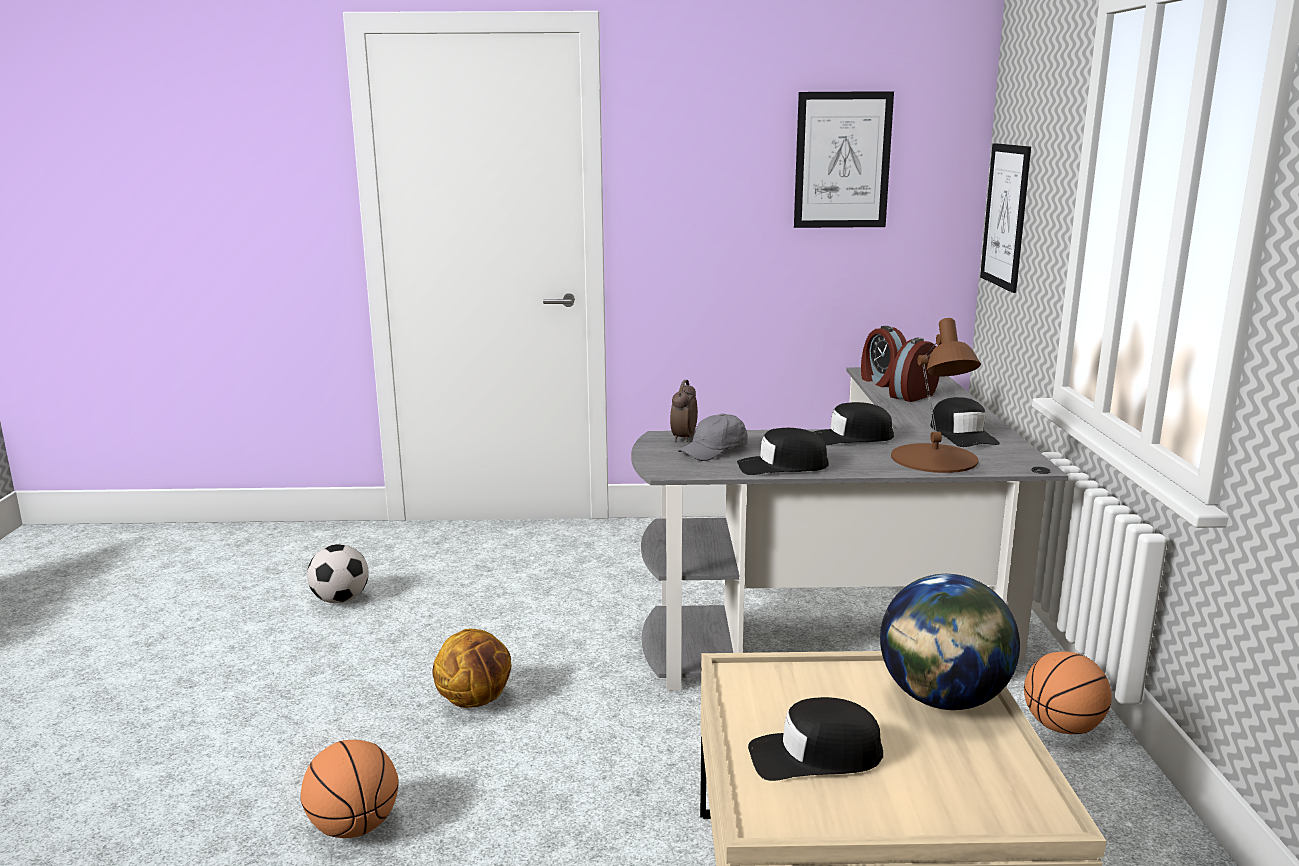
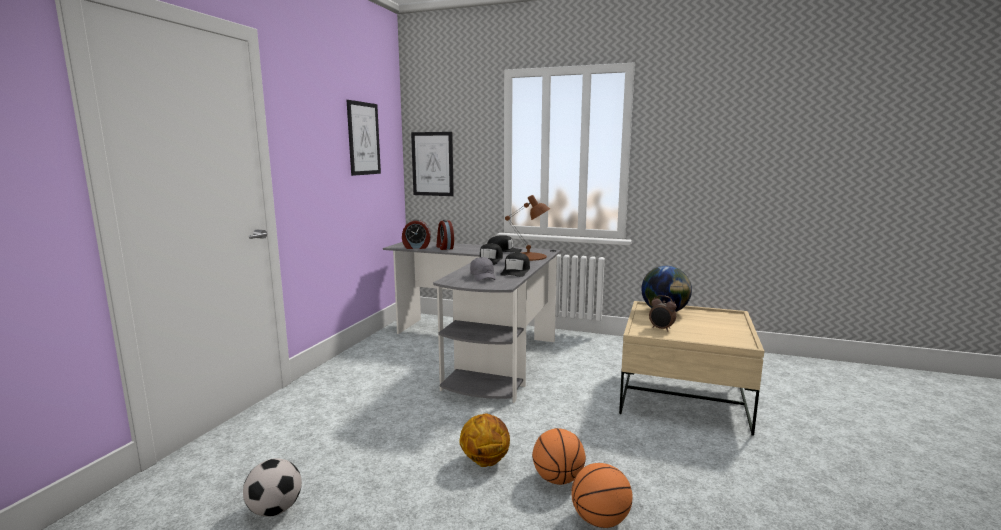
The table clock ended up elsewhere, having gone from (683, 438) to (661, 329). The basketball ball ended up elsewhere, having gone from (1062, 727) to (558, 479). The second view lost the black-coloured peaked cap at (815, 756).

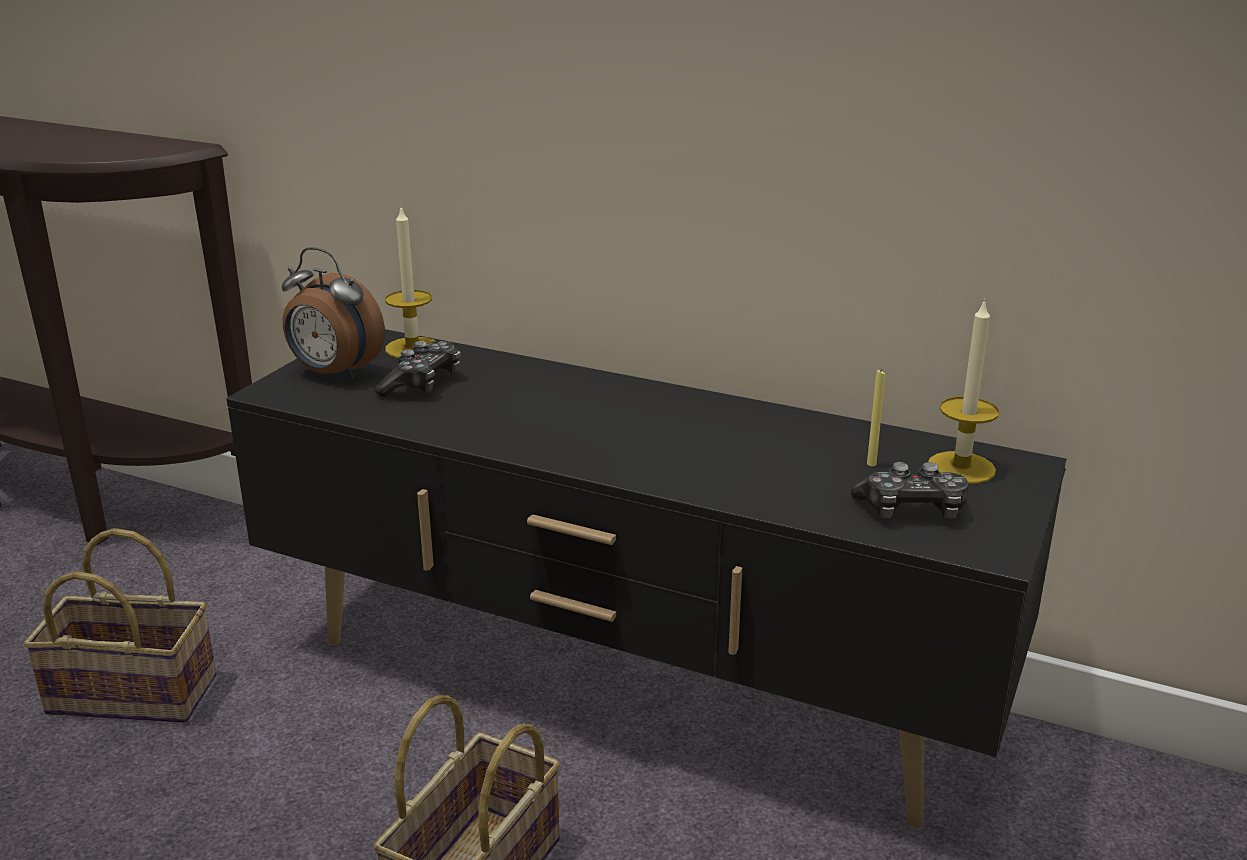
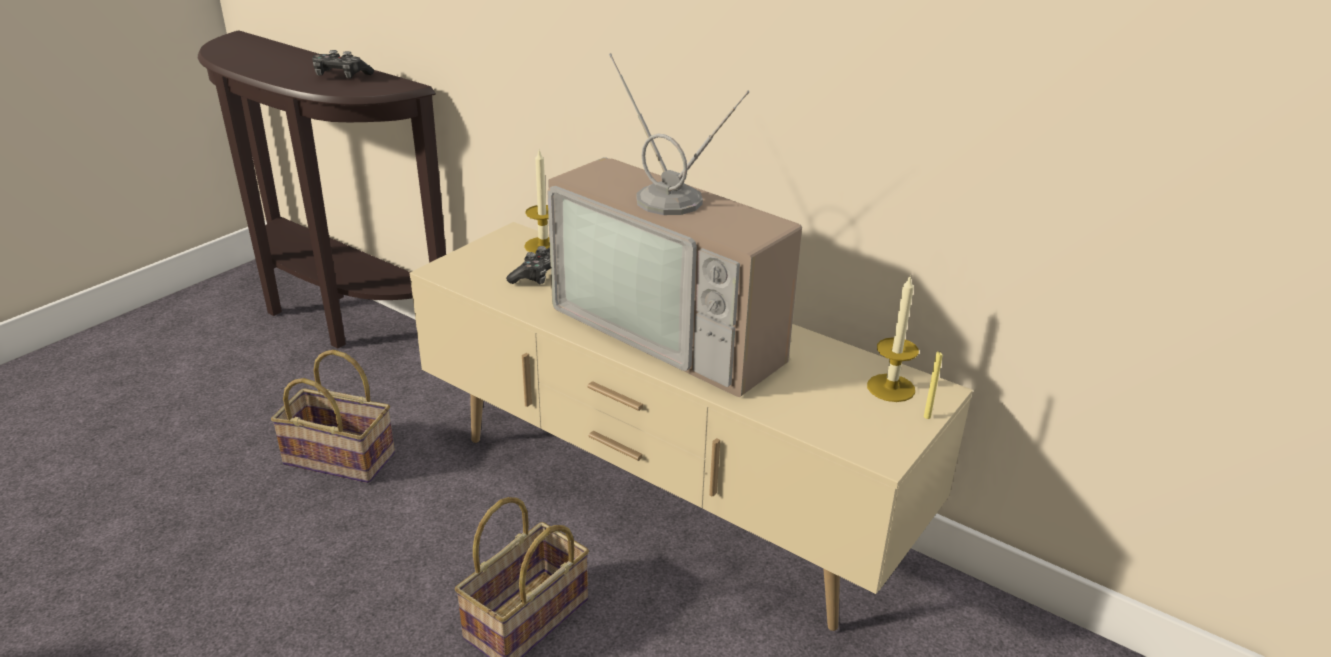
The second view lost the table clock at (334, 373). What was the black-coloured tv stand at (626, 688) turned into the beige-coloured tv stand at (663, 500). The yellowish candle ended up elsewhere, having gone from (871, 464) to (927, 417). The gamepad ended up elsewhere, having gone from (912, 510) to (341, 76). The second view gained the television at (679, 329).

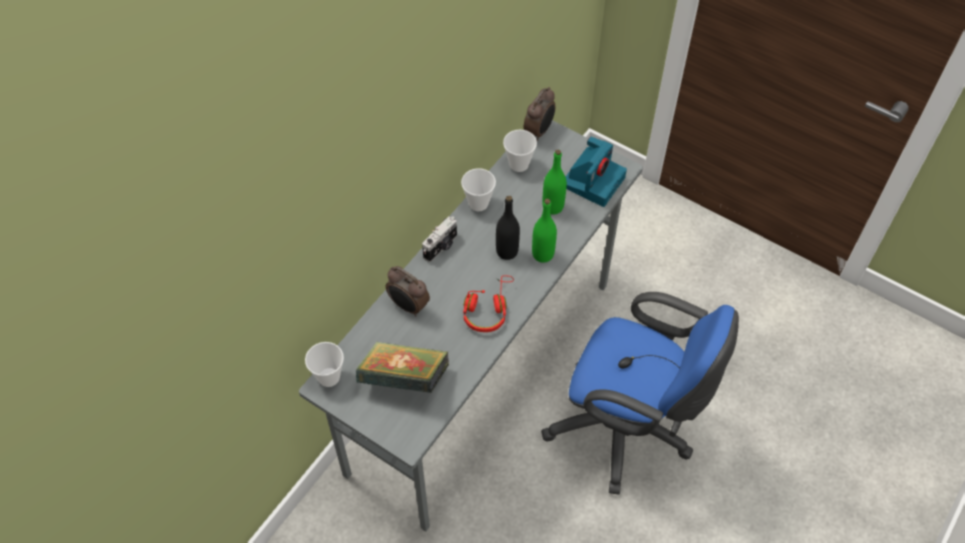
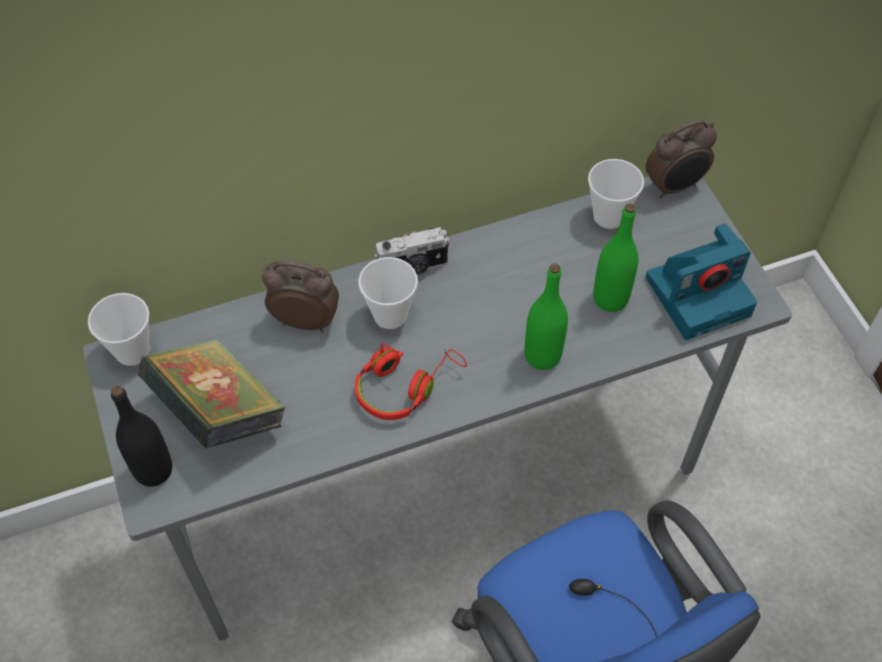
The drinking cup ended up elsewhere, having gone from (478, 203) to (390, 315). The black-coloured beverage bottle ended up elsewhere, having gone from (507, 251) to (153, 470). The table clock at (408, 306) ended up facing another way, 120 degrees clockwise from before.

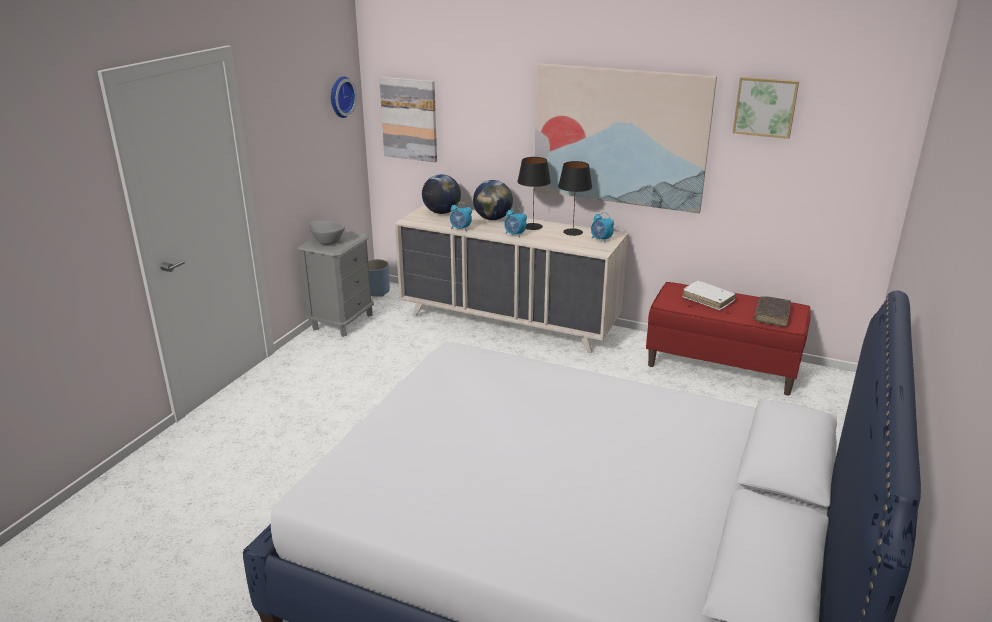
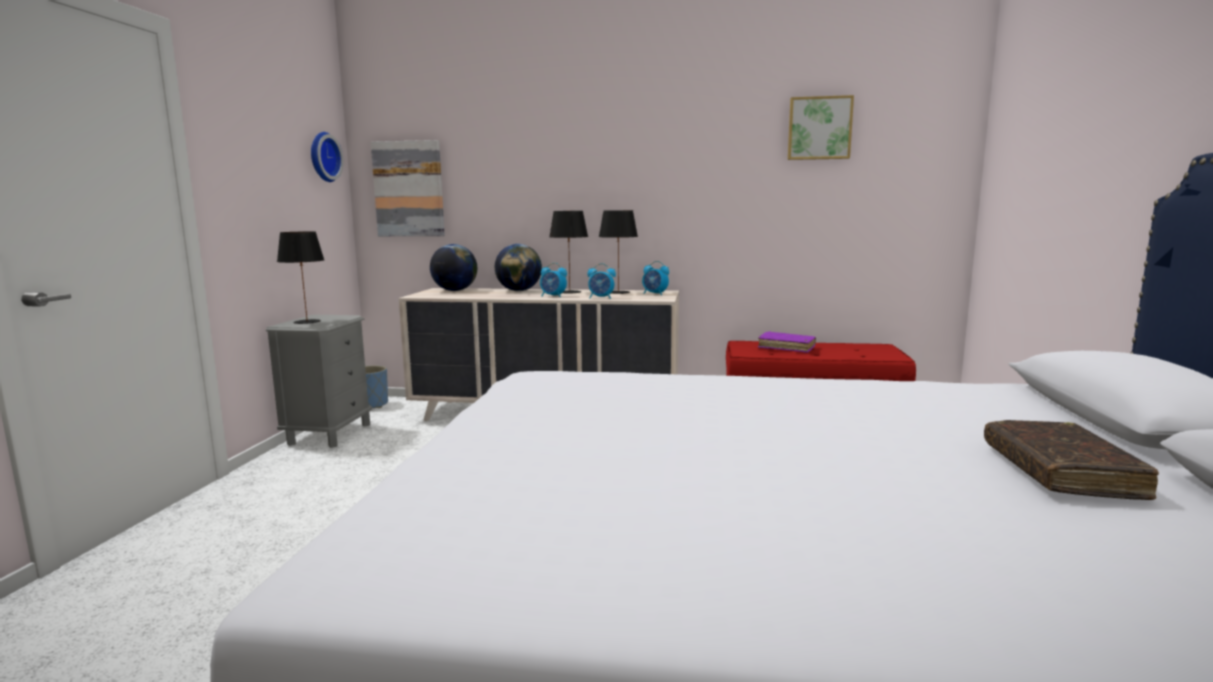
The second view lost the picture at (619, 137). The table clock ended up elsewhere, having gone from (460, 229) to (601, 298). Where the grey bowl stood at (326, 241), the black-coloured table lamp came to stand at (307, 321). What was the whitish bound book at (708, 300) turned into the purple-coloured bound book at (786, 348). The brownish bound book ended up elsewhere, having gone from (771, 316) to (1060, 472).

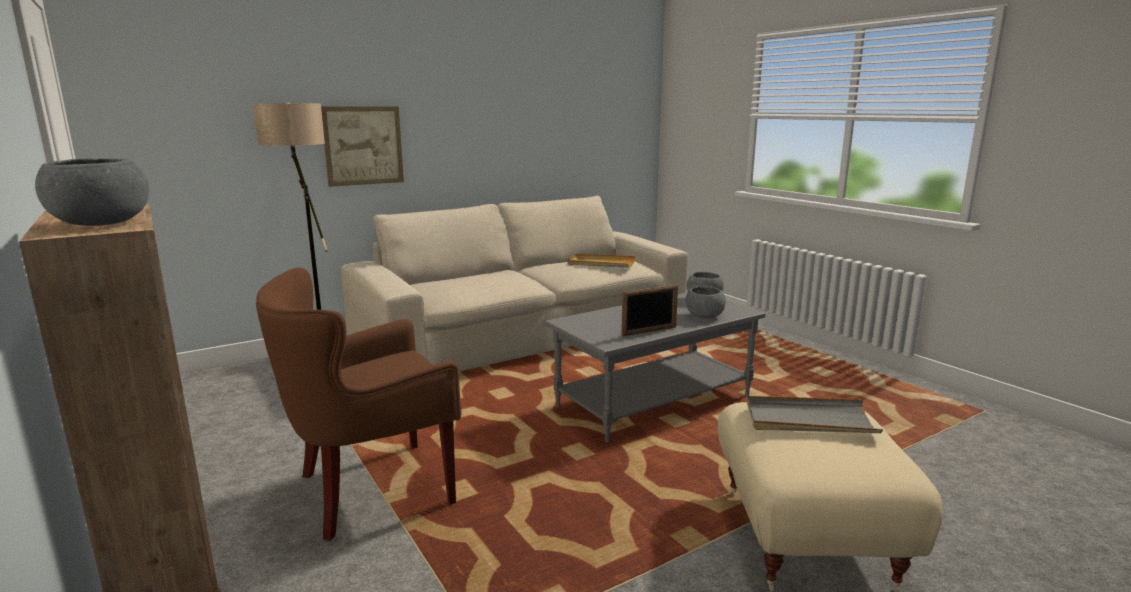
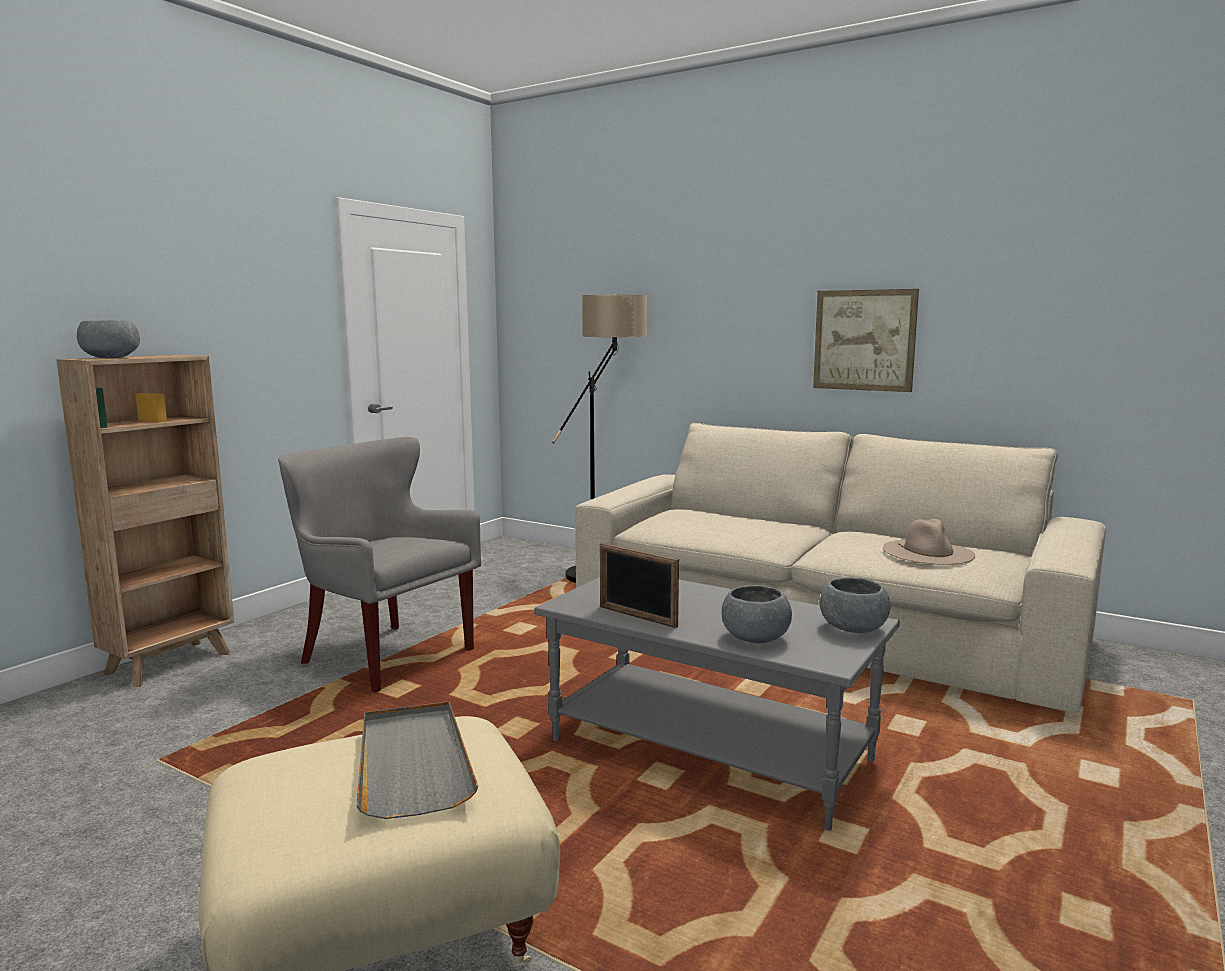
The picture ended up elsewhere, having gone from (363, 145) to (864, 340). Where the beige-coloured carrying tray stood at (601, 263), the beige-coloured hat came to stand at (928, 552). What was the brownish armchair at (371, 489) turned into the grey armchair at (385, 655).

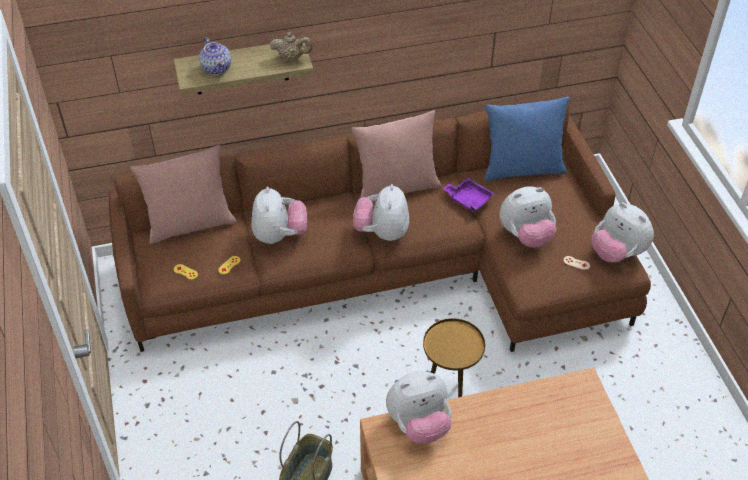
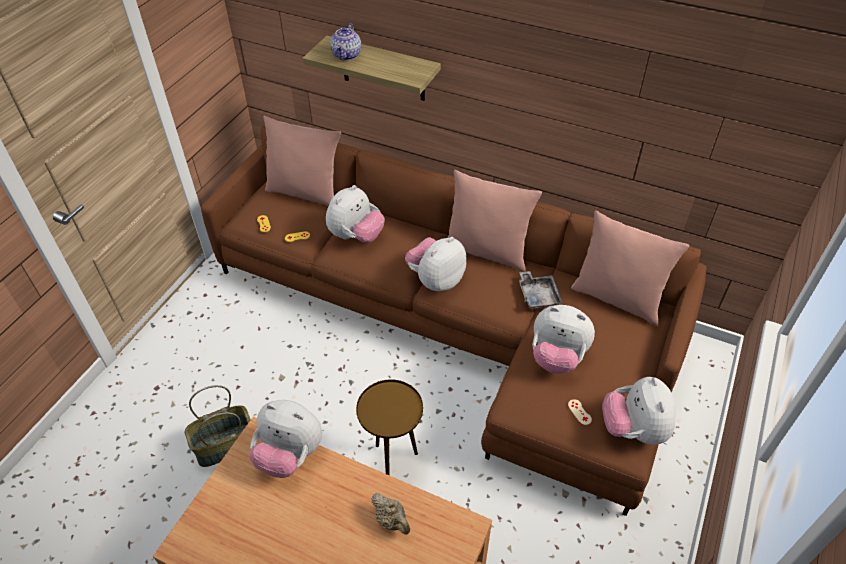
The beige-coloured pot for tea ended up elsewhere, having gone from (292, 57) to (392, 521). What was the bluish pillow at (522, 169) turned into the pink pillow at (617, 298). What was the purple-coloured carrying tray at (468, 199) turned into the grey carrying tray at (538, 295).

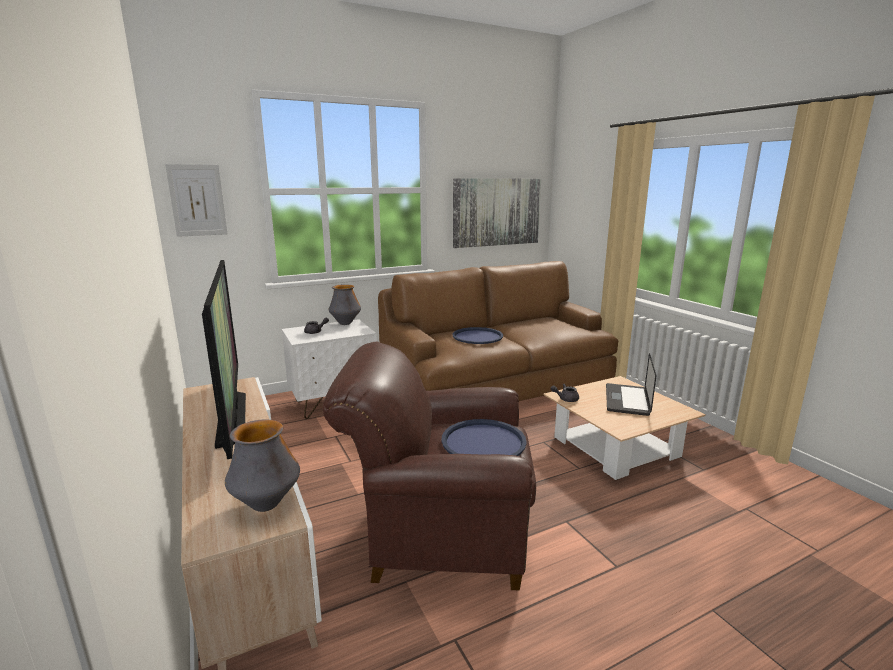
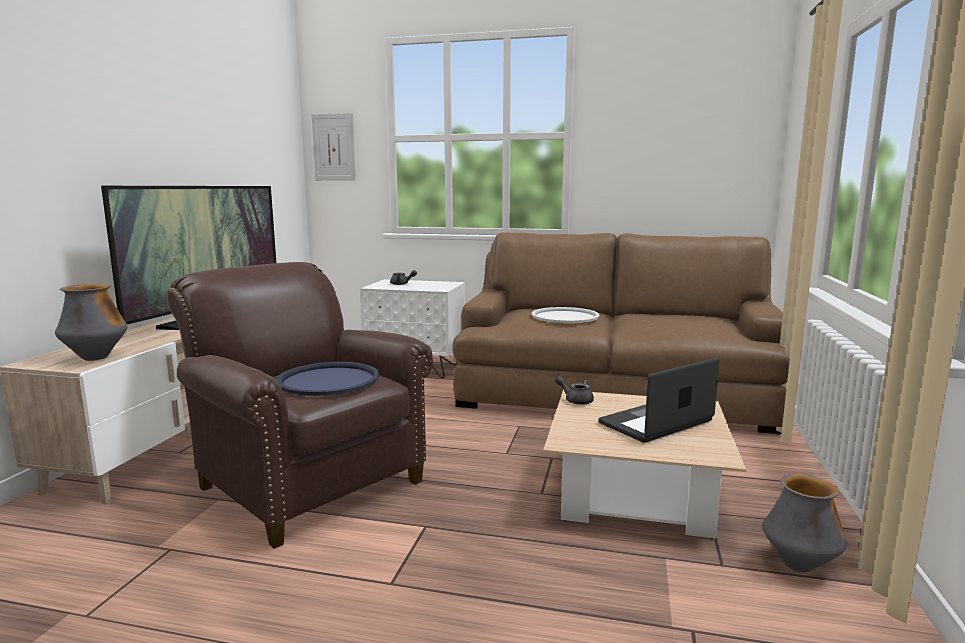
The second view lost the picture at (497, 212). The vase ended up elsewhere, having gone from (345, 323) to (799, 565). What was the bluish carrying tray at (477, 336) turned into the whitish carrying tray at (565, 316).

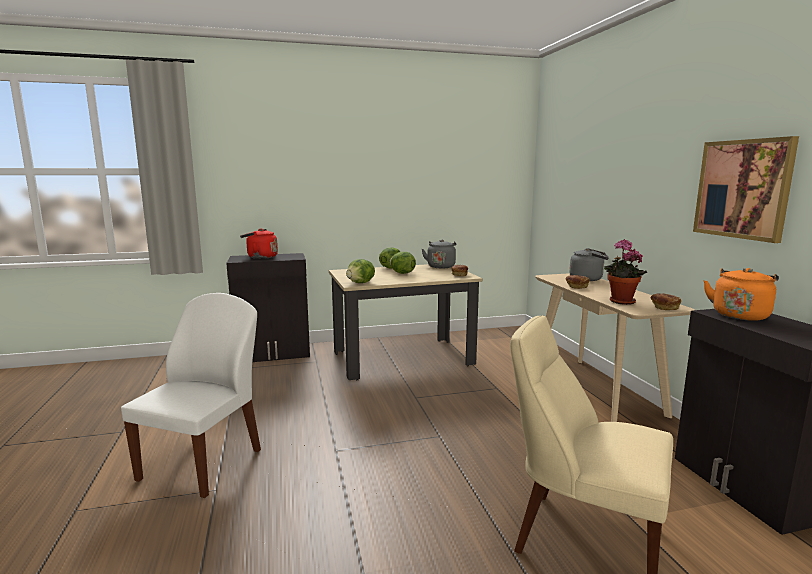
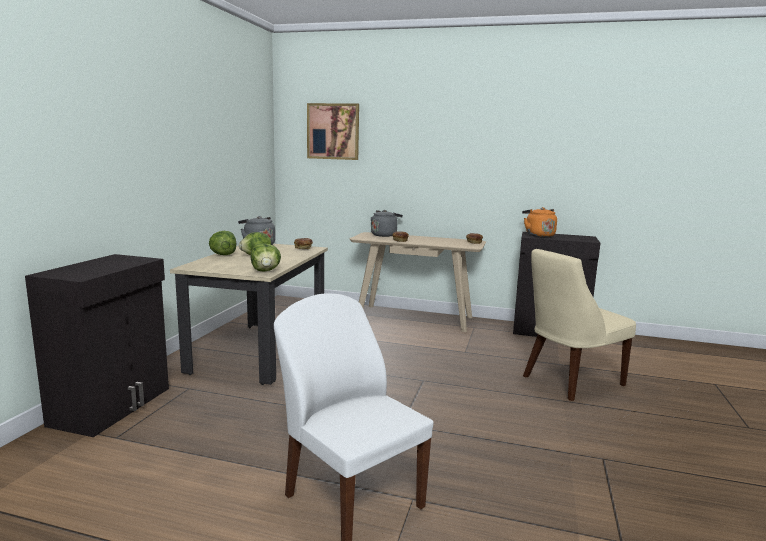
The picture ended up elsewhere, having gone from (743, 189) to (333, 131). The second view lost the red-coloured kettle at (260, 257). The second view lost the houseplant at (620, 302).

